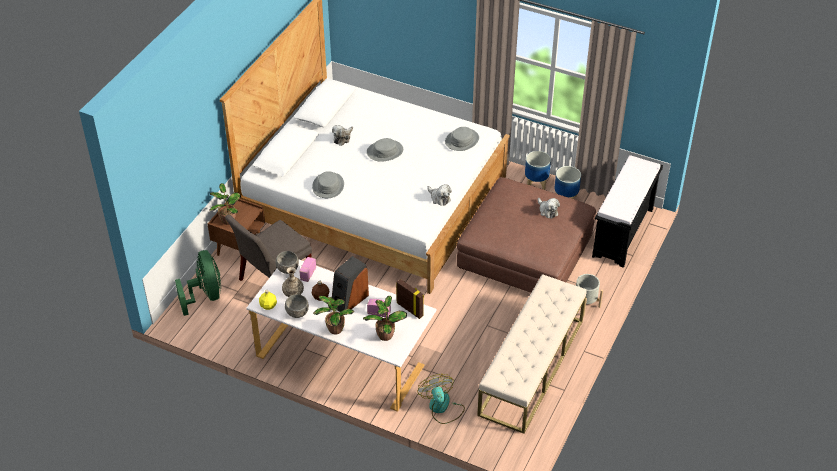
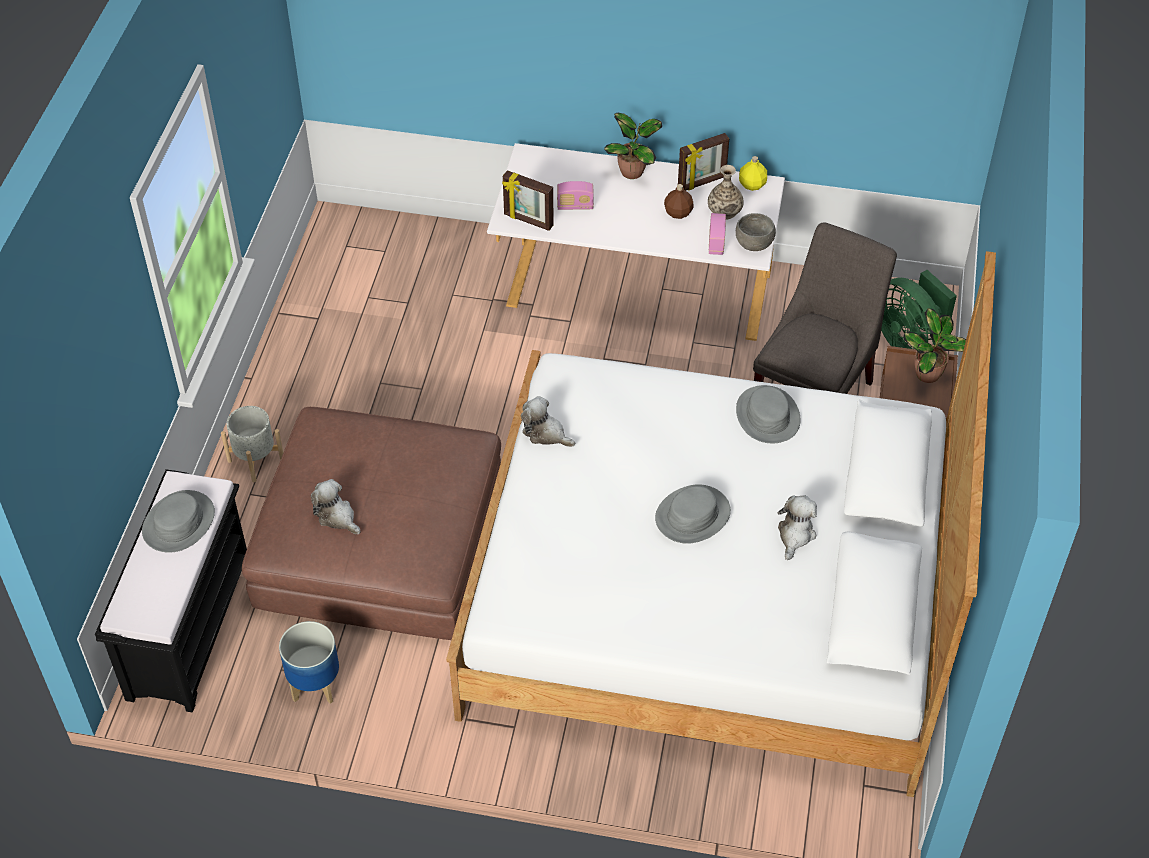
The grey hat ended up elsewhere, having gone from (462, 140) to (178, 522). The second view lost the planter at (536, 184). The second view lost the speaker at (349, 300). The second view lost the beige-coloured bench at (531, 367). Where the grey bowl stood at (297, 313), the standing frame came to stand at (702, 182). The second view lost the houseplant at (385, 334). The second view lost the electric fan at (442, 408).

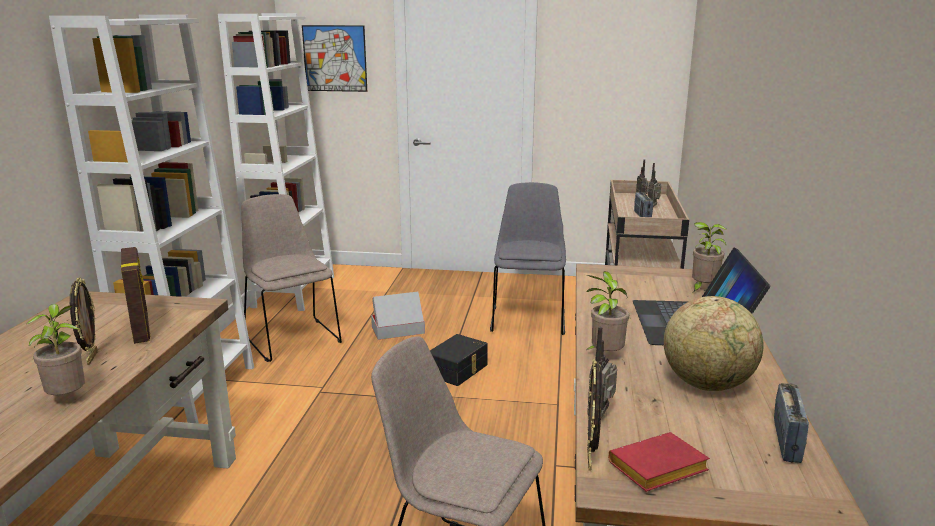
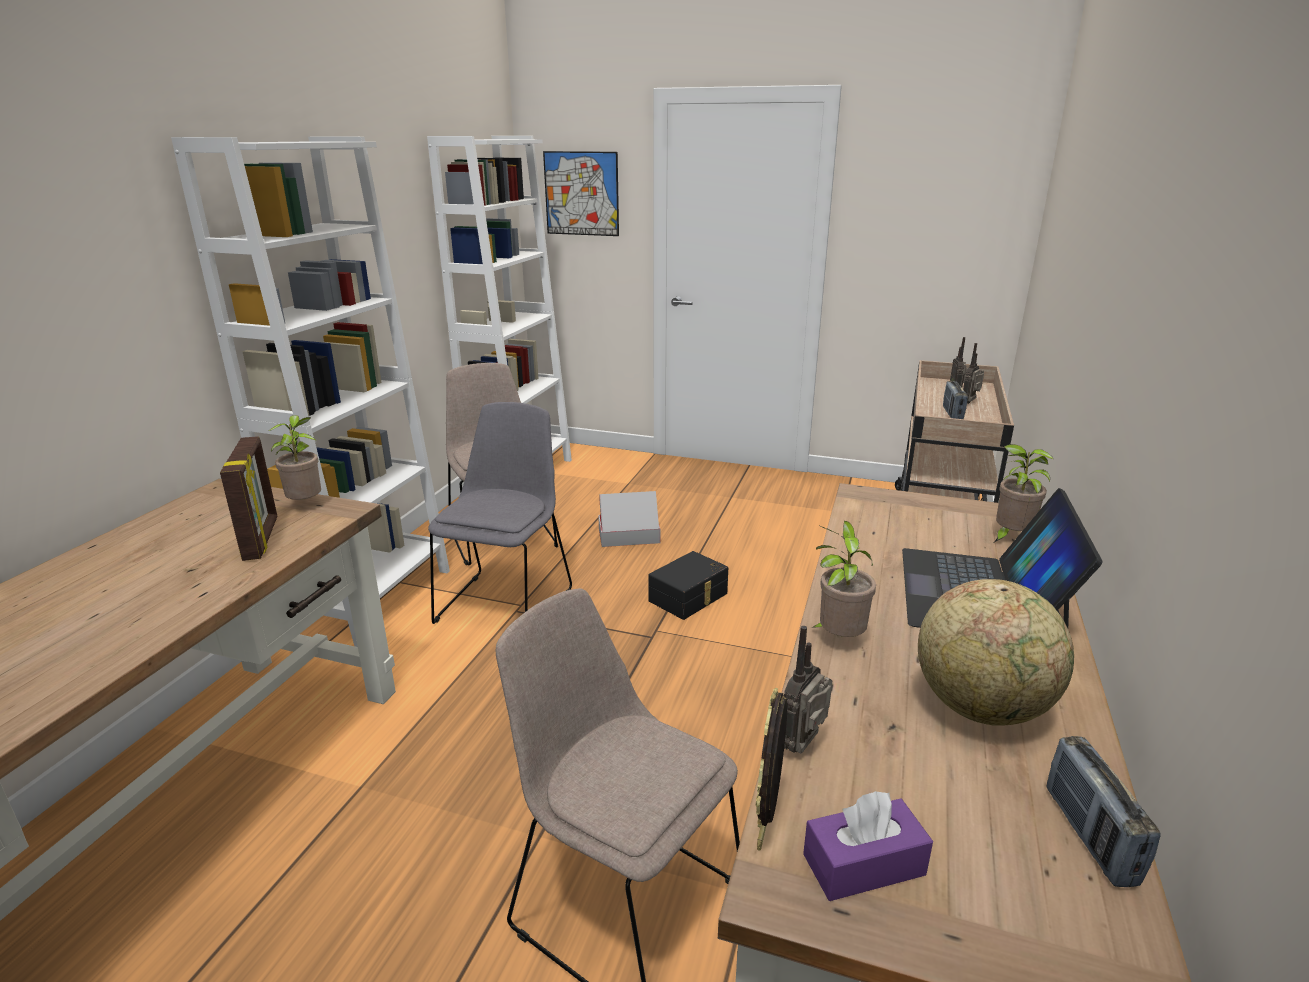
The grey chair ended up elsewhere, having gone from (528, 318) to (506, 603). The second view lost the standing frame at (91, 358). The houseplant ended up elsewhere, having gone from (68, 398) to (307, 504). The radio at (786, 442) ended up facing another way, 150 degrees clockwise from before. Where the red-coloured bound book stood at (657, 470), the purple-coloured tissue box came to stand at (863, 864).

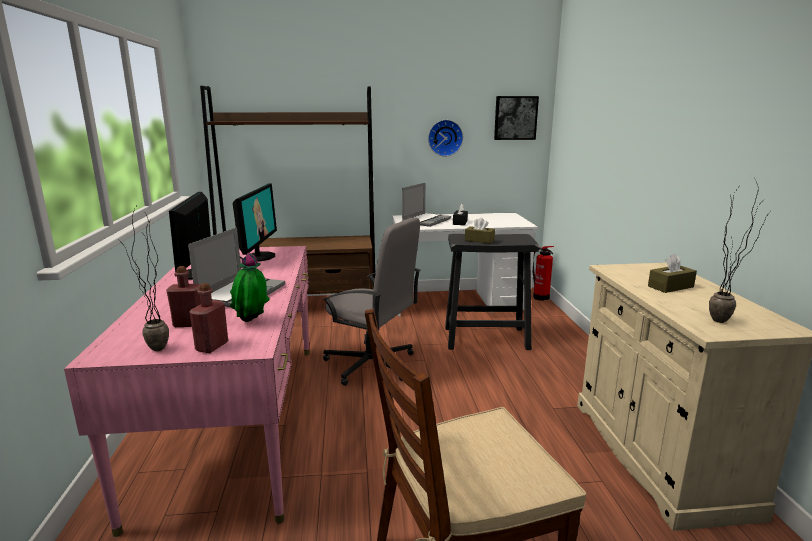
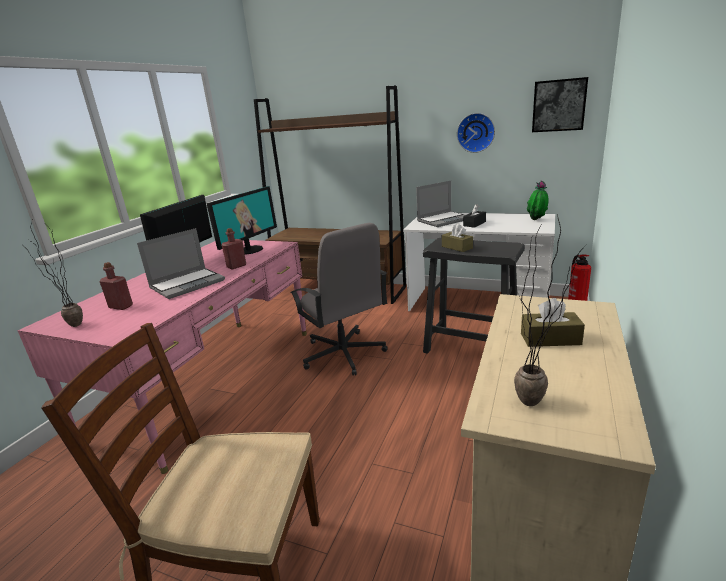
The houseplant ended up elsewhere, having gone from (252, 321) to (536, 220). The red-coloured beverage bottle ended up elsewhere, having gone from (212, 346) to (236, 266).

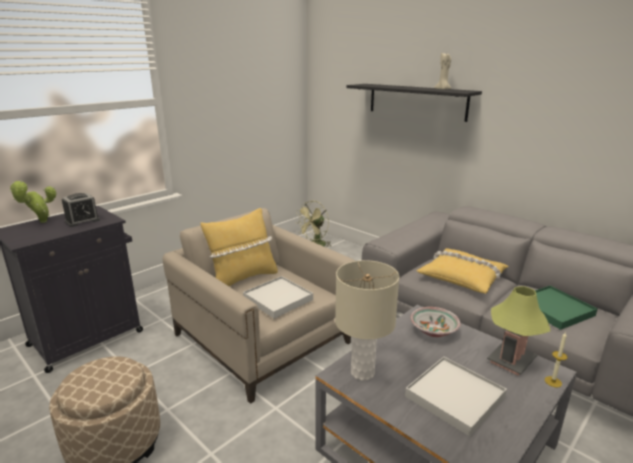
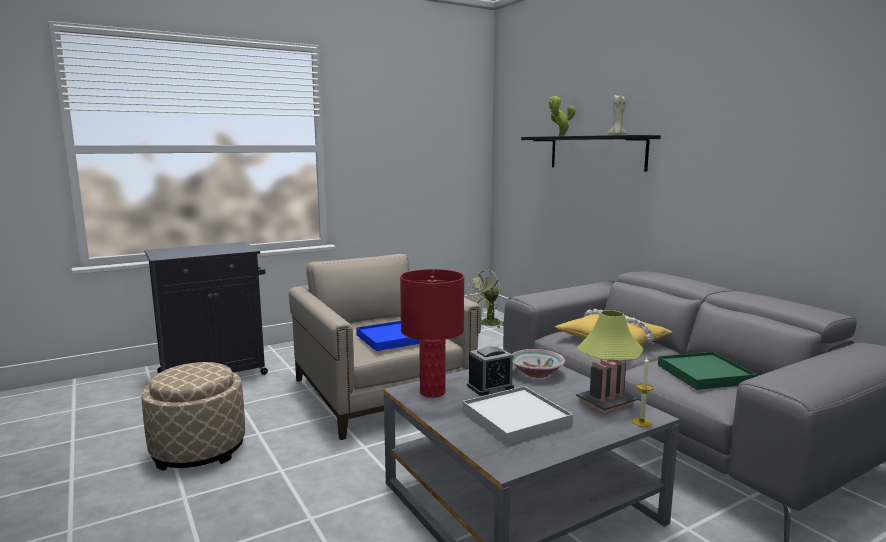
The houseplant ended up elsewhere, having gone from (41, 222) to (560, 136). The table clock ended up elsewhere, having gone from (82, 221) to (490, 386). The second view lost the yellowish pillow at (242, 279). What was the beige-coloured table lamp at (362, 373) turned into the red-coloured table lamp at (432, 392). What was the whitish carrying tray at (278, 299) turned into the bluish carrying tray at (391, 338).

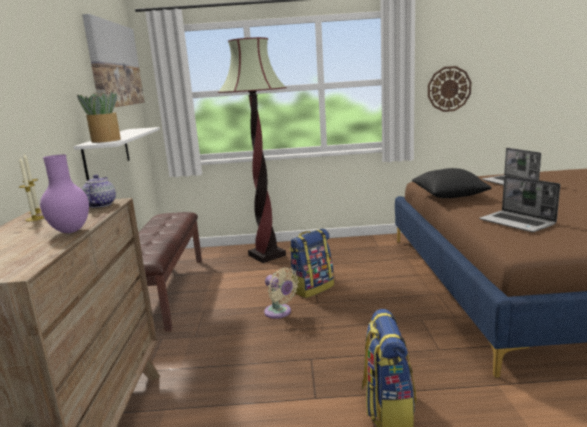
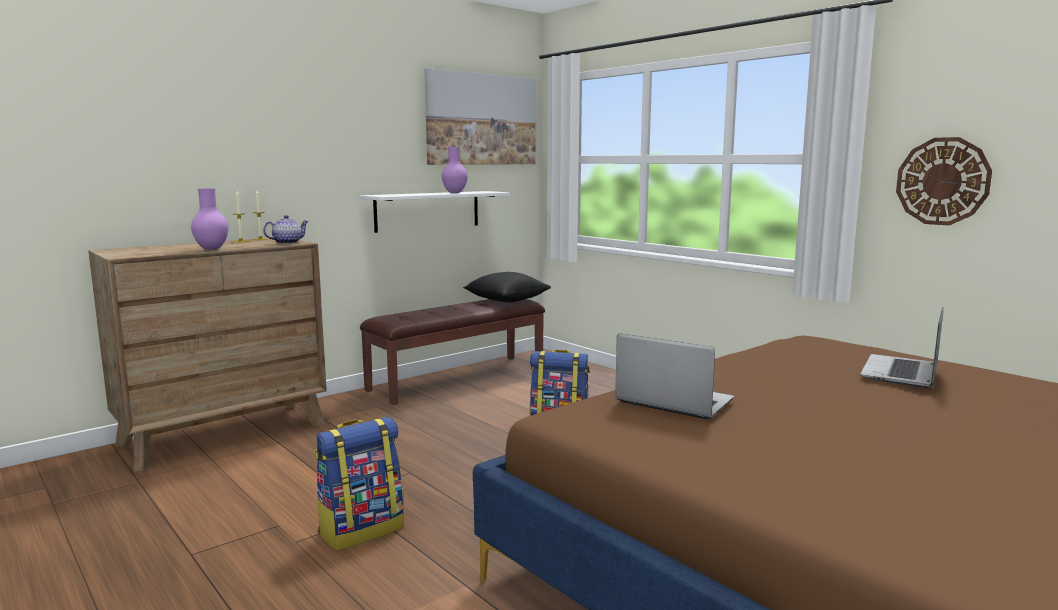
The second view lost the floor lamp at (267, 255). The second view lost the houseplant at (105, 140). The black-coloured pillow ended up elsewhere, having gone from (448, 196) to (506, 300). The laptop at (517, 222) ended up facing another way, 105 degrees clockwise from before. The second view lost the beige-coloured electric fan at (279, 312). The second view gained the purple-coloured vase at (455, 193).

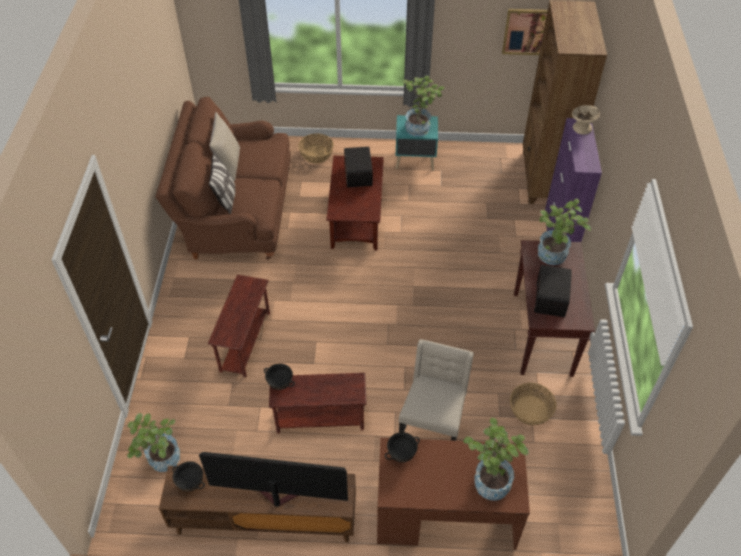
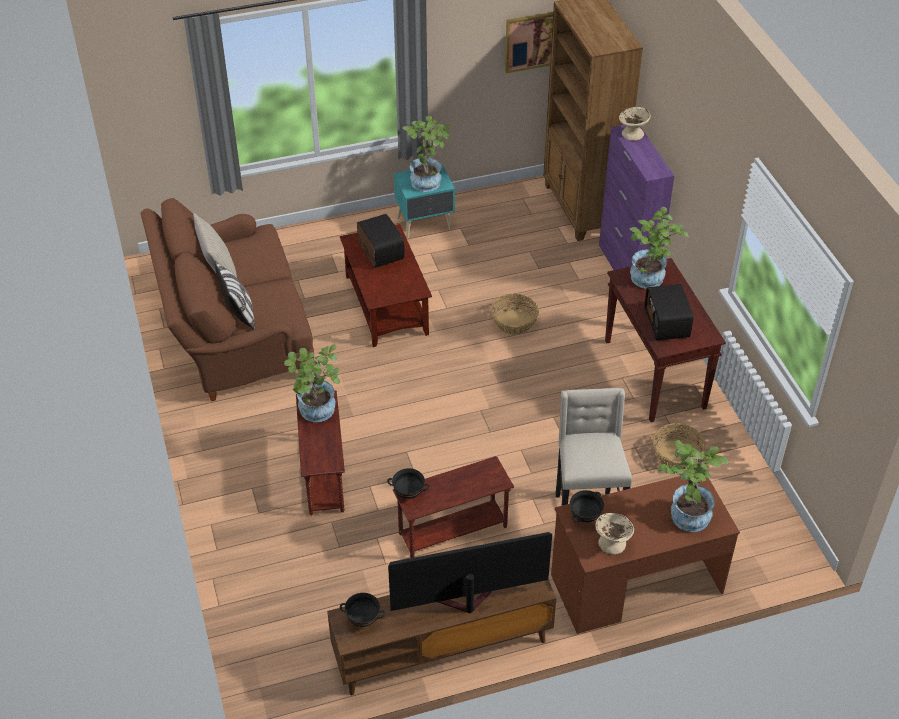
The basket ended up elsewhere, having gone from (316, 154) to (514, 322). The houseplant ended up elsewhere, having gone from (162, 462) to (316, 413). The second view gained the beige-coloured bowl at (612, 543).

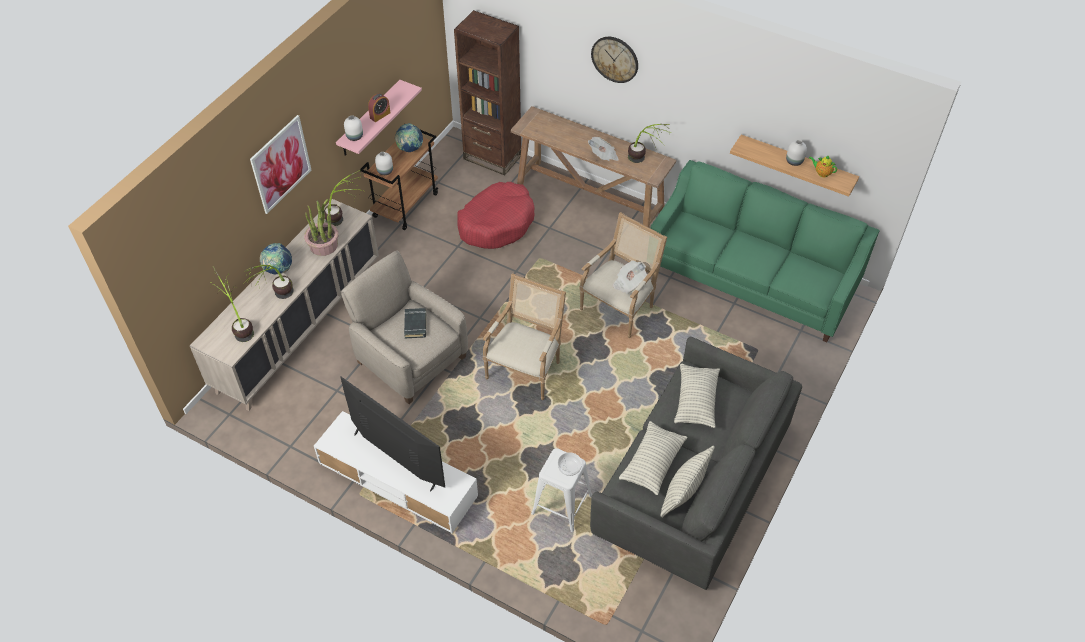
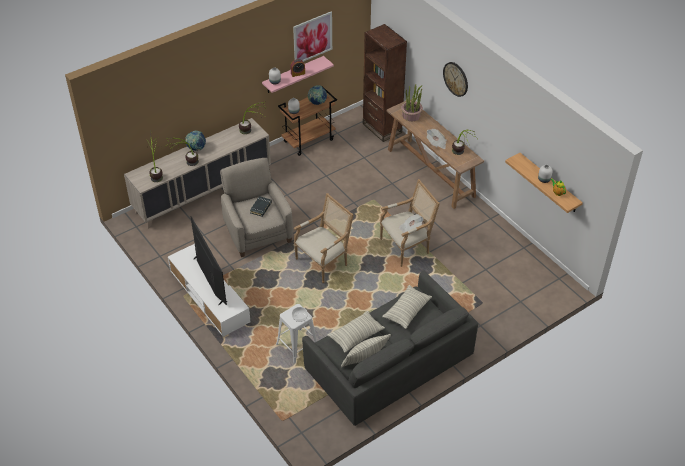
The picture ended up elsewhere, having gone from (281, 164) to (312, 38). The second view lost the greenish settee at (752, 278). The second view lost the red-coloured dog bed at (496, 223). The houseplant ended up elsewhere, having gone from (324, 245) to (411, 115).

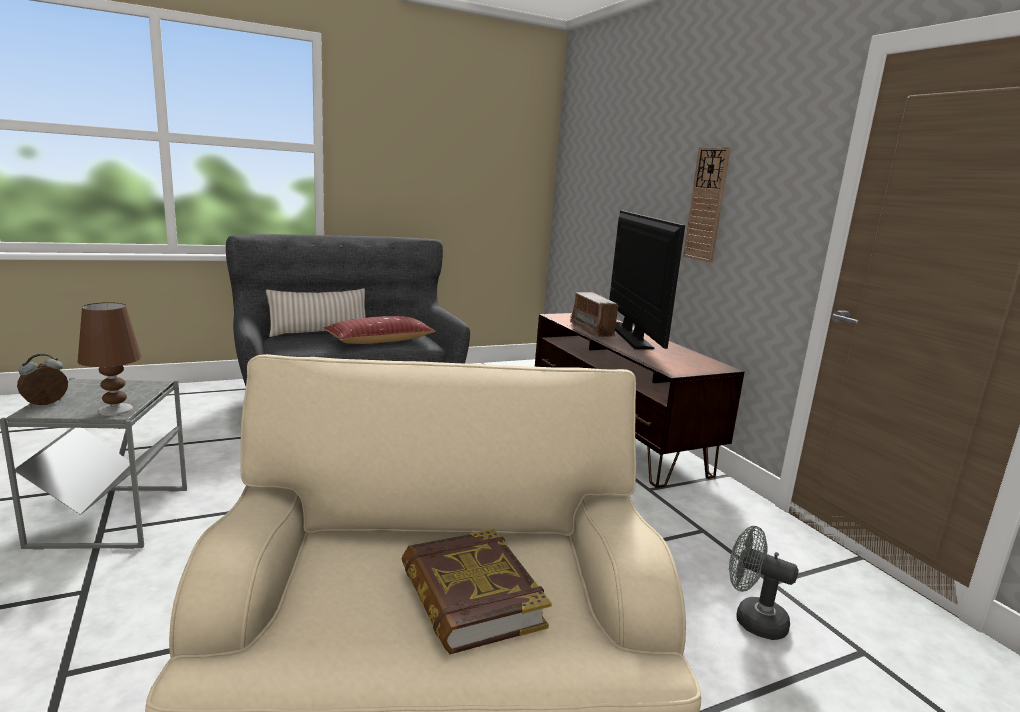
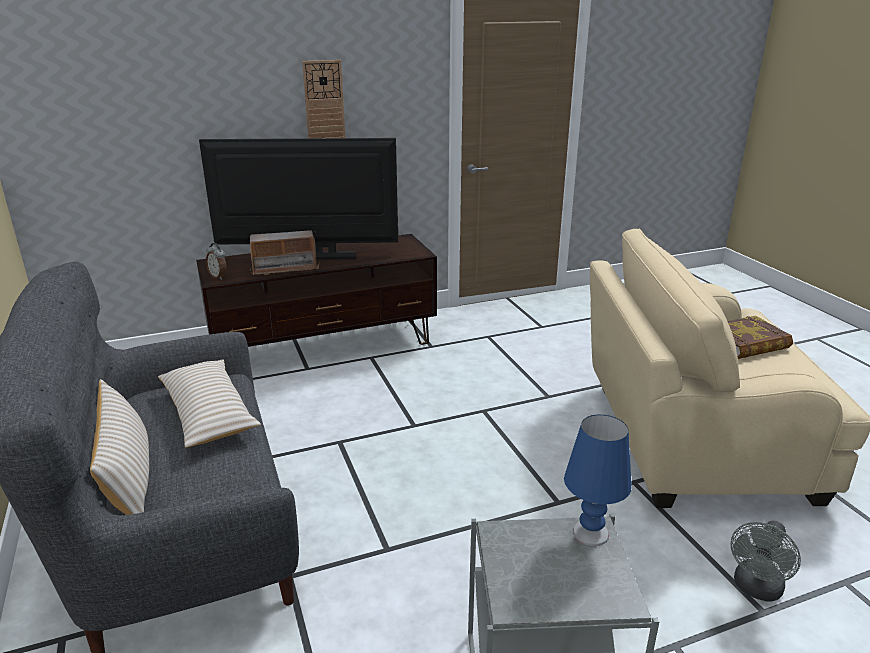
What was the brownish table lamp at (116, 410) turned into the bluish table lamp at (590, 532). What was the red-coloured pillow at (380, 341) turned into the beige-coloured pillow at (208, 413). The table clock ended up elsewhere, having gone from (46, 404) to (218, 277). The grey electric fan ended up elsewhere, having gone from (752, 619) to (756, 589).

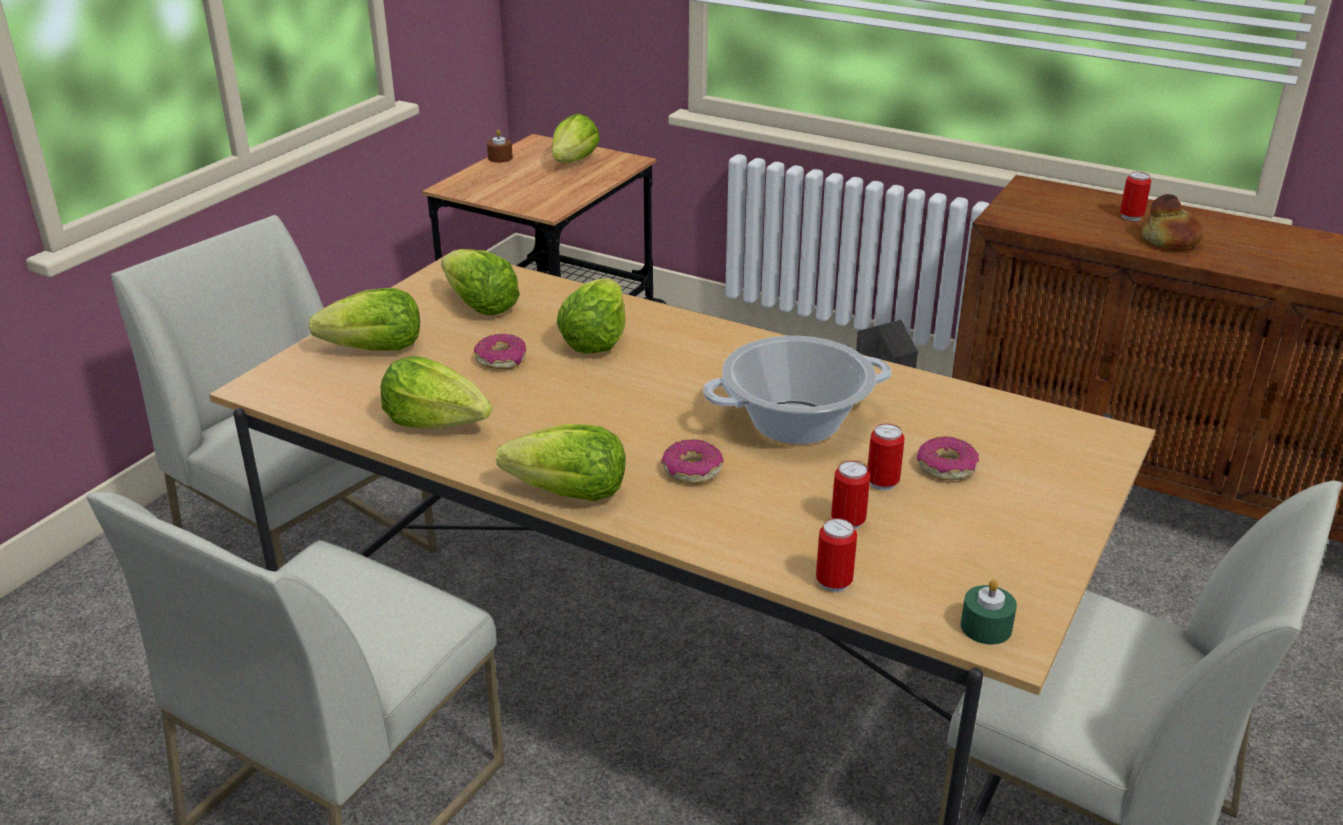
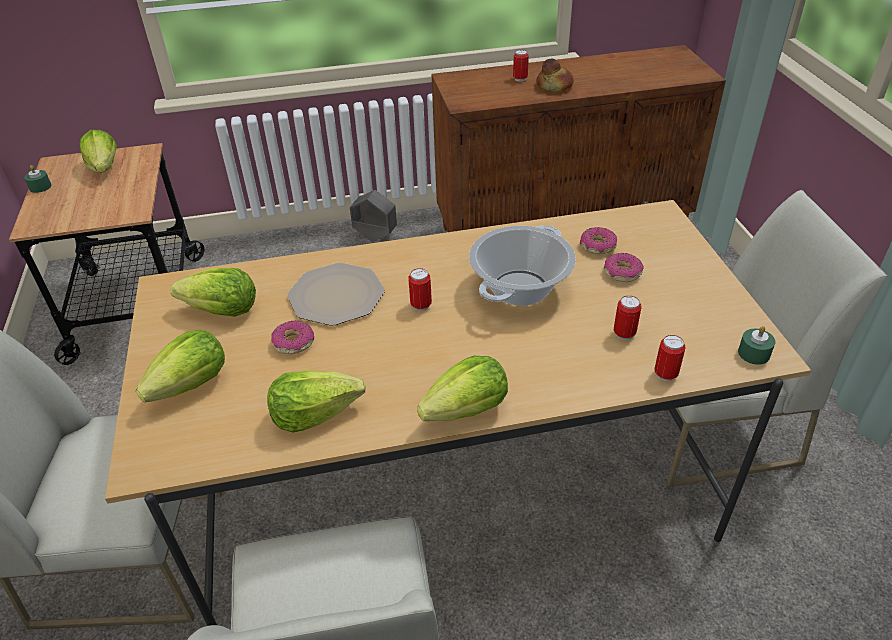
What was the brownish candle at (500, 158) turned into the greenish candle at (40, 187). Where the lettuce stood at (595, 341), the flat dish came to stand at (336, 296). The sealed can ended up elsewhere, having gone from (882, 483) to (421, 305). The doughnut ended up elsewhere, having gone from (691, 470) to (597, 246).

